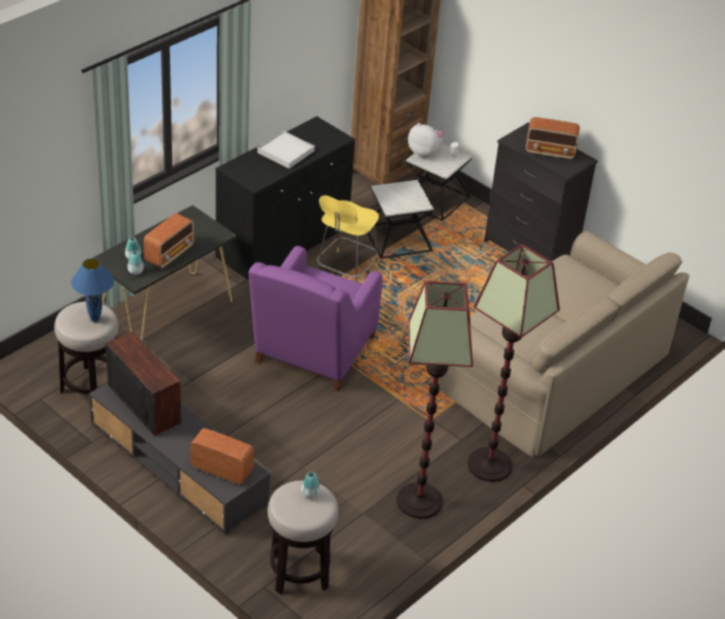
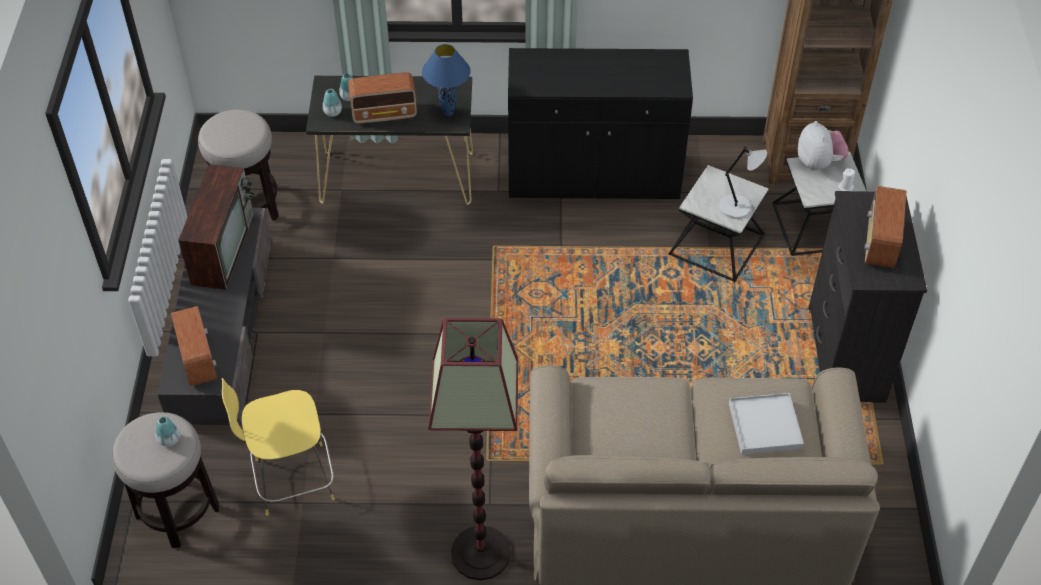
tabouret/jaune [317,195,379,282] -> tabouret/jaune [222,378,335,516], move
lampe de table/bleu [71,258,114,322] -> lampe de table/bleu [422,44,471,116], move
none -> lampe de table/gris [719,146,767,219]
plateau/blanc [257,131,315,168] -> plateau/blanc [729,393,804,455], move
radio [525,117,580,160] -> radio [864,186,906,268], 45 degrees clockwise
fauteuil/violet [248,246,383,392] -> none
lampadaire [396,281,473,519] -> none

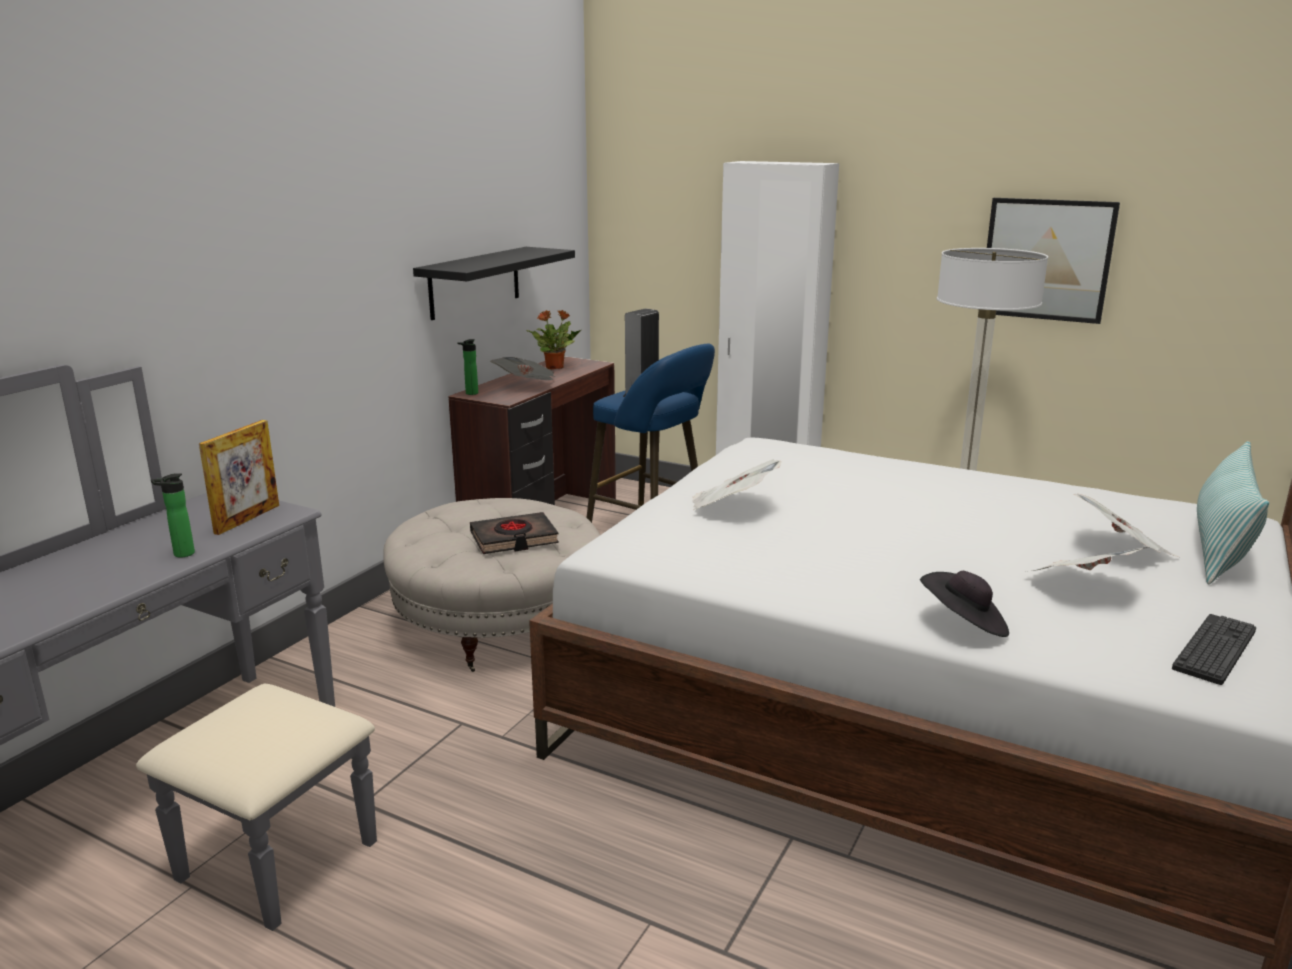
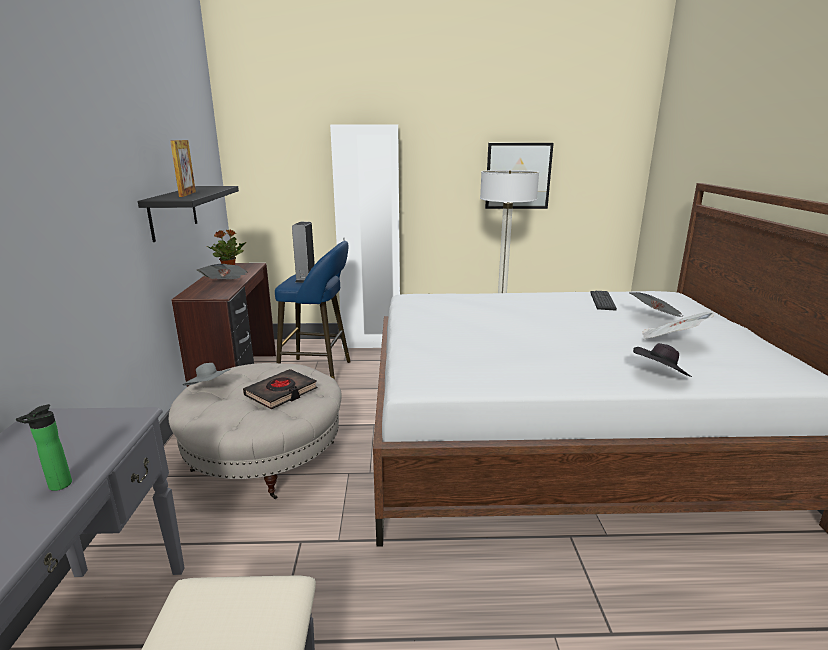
cadre photo [199,420,279,535] -> cadre photo [170,140,196,197], move
none -> chapeau/gris [182,363,231,386]
clavier [1172,614,1256,685] -> clavier [590,291,617,310], move
bouteille [457,339,478,395] -> none
journal [692,459,781,510] -> none
coussin [1197,441,1269,585] -> none

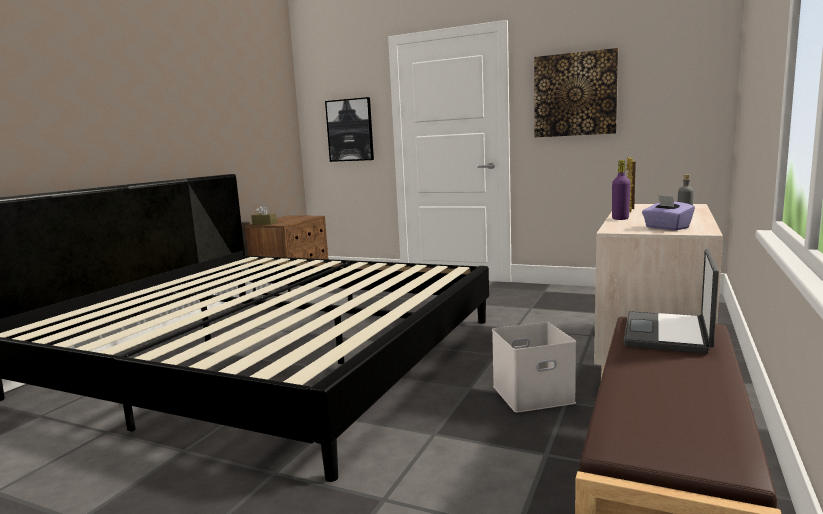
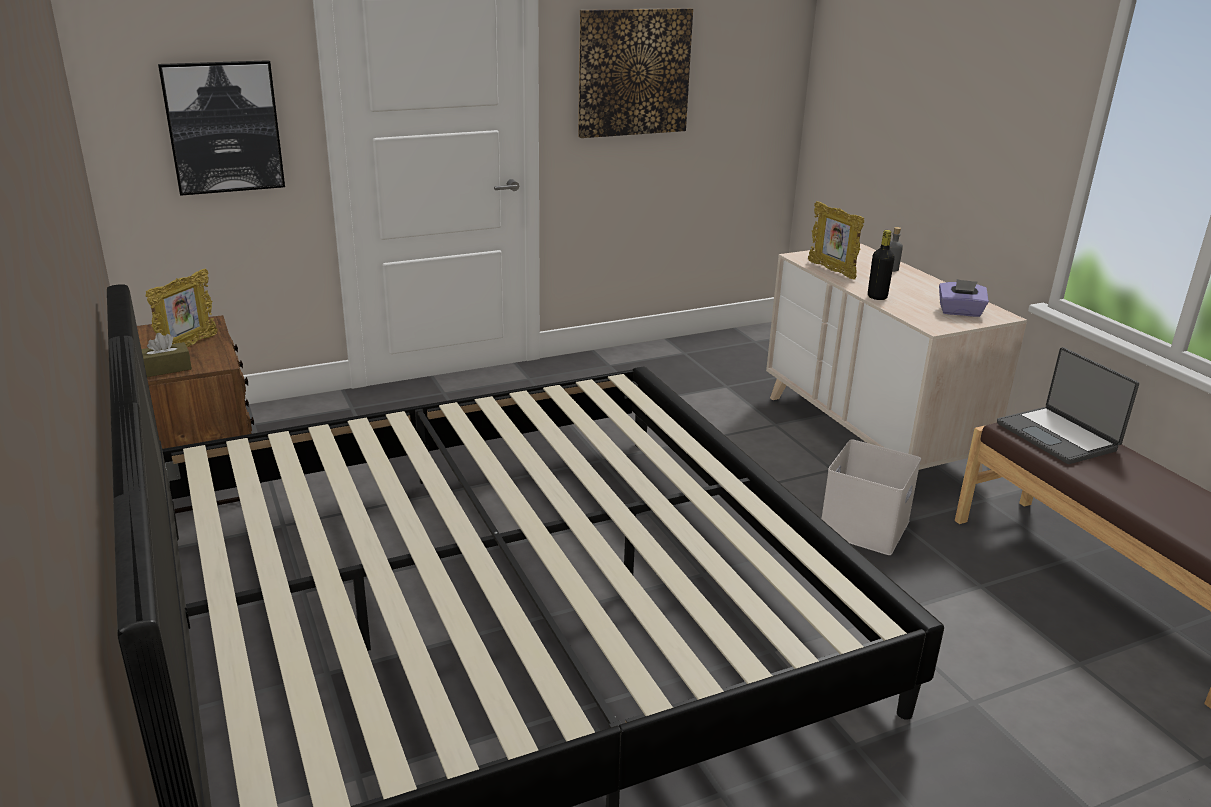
none -> cadre photo [146,269,217,347]
bouteille/violet [612,160,631,220] -> bouteille/noir [868,230,895,300]

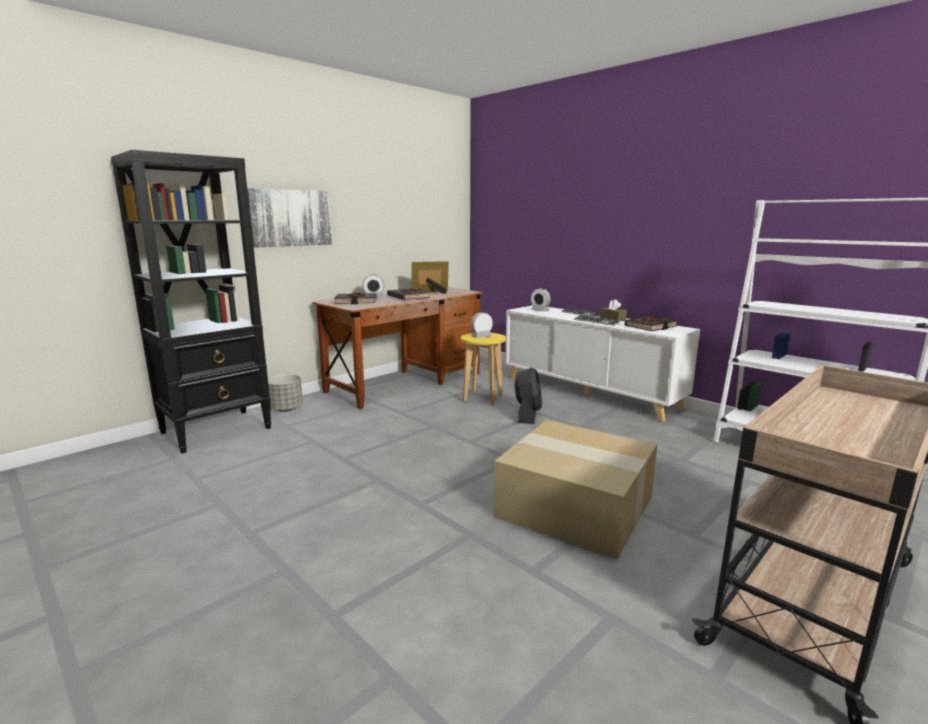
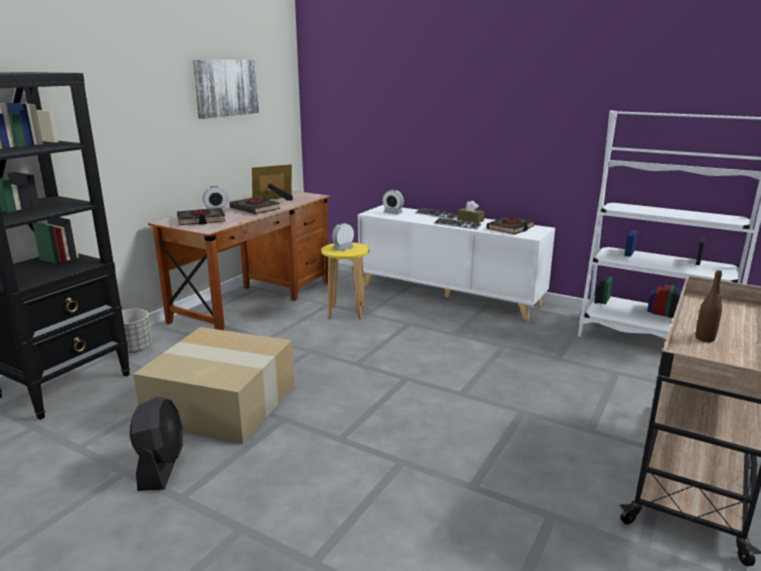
ventilateur/noir [515,367,542,424] -> ventilateur/noir [130,397,183,491], move
carton [493,420,657,559] -> carton [133,327,295,444], move
tableau [247,188,332,248] -> tableau [193,60,259,119], move
none -> bouteille/marron [696,270,722,342]

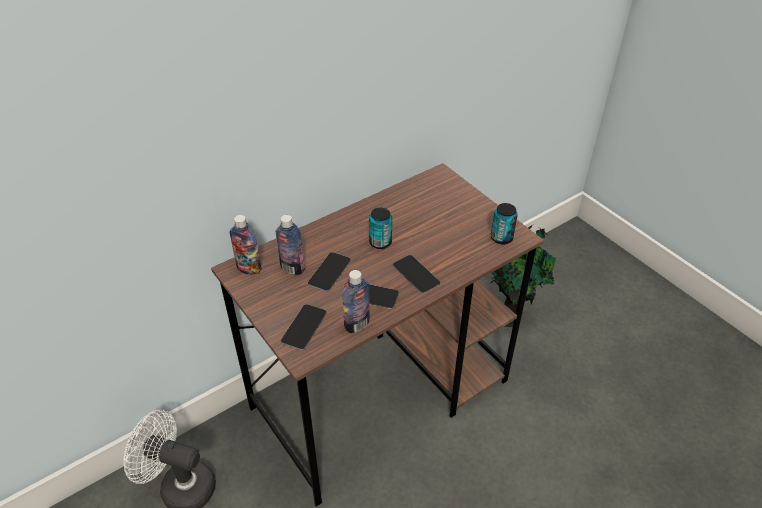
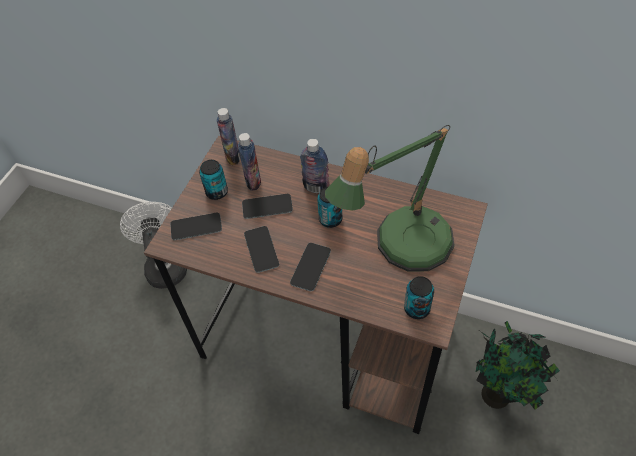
none -> boîte métallique [199,160,228,200]
bouteille [343,270,370,333] -> bouteille [300,139,329,193], move
none -> lampe de table [325,125,454,272]

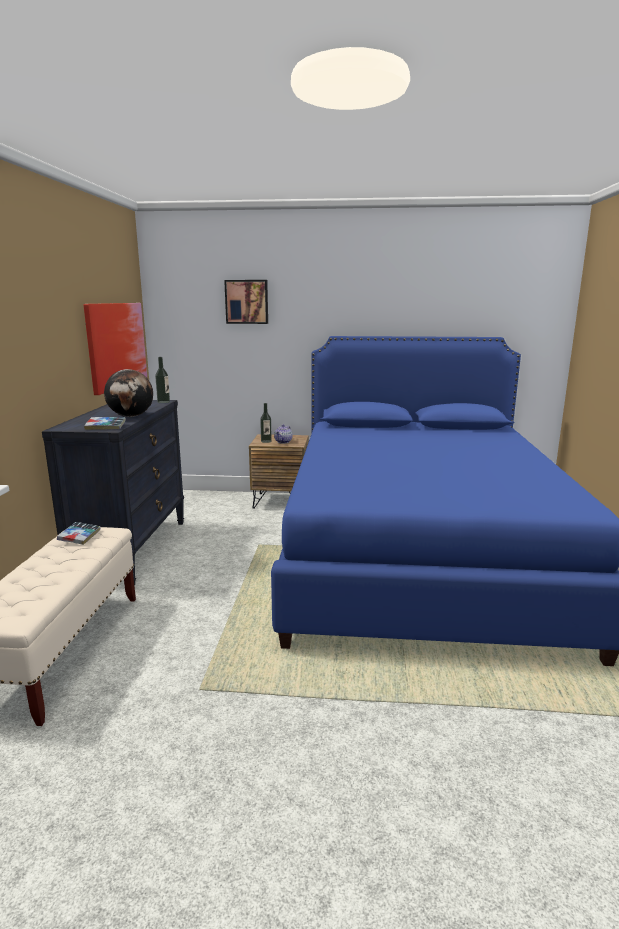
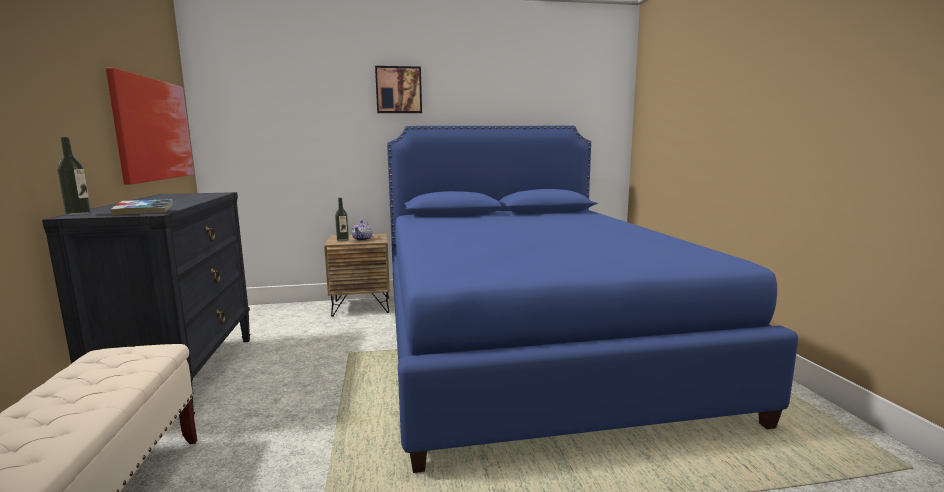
bouteille [155,357,170,403] -> bouteille [57,137,91,216], move
tableau [224,280,268,324] -> tableau [375,66,422,113], move
livre [57,522,101,545] -> none
globe [104,369,153,417] -> none

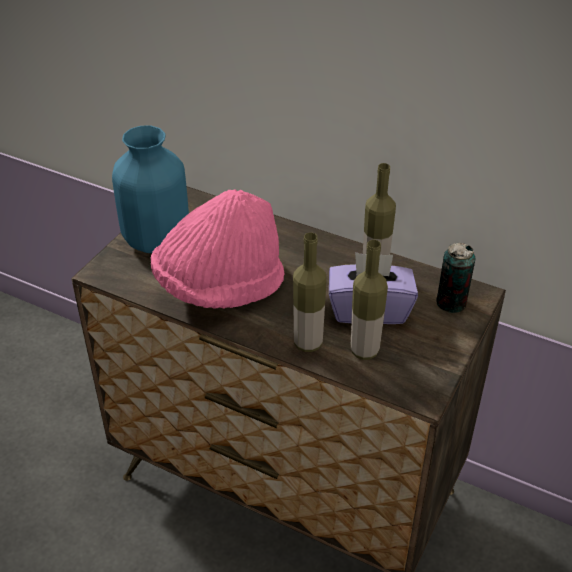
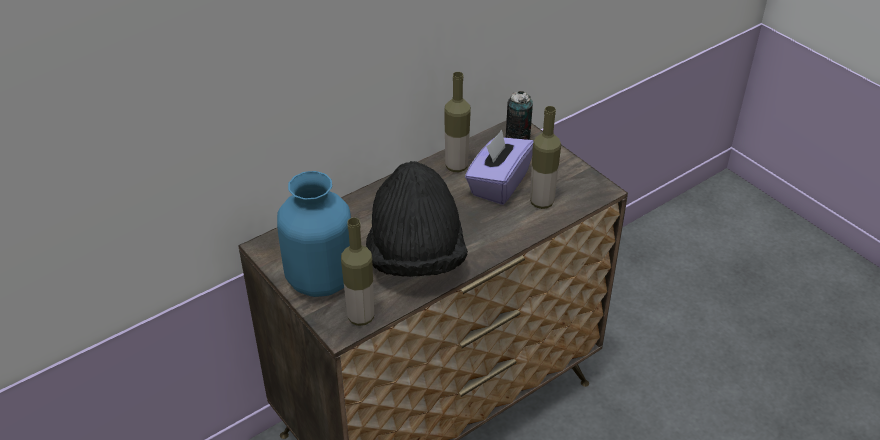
bouteille [293,233,327,352] -> bouteille [341,217,374,326], move
chapeau/rose [151,190,285,309] -> chapeau/noir [366,161,468,277]

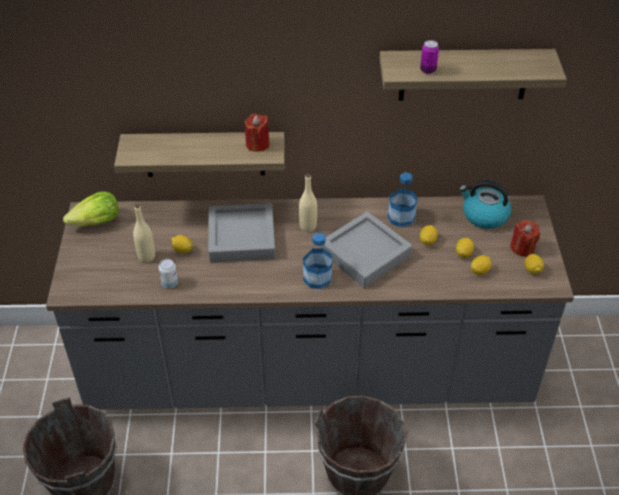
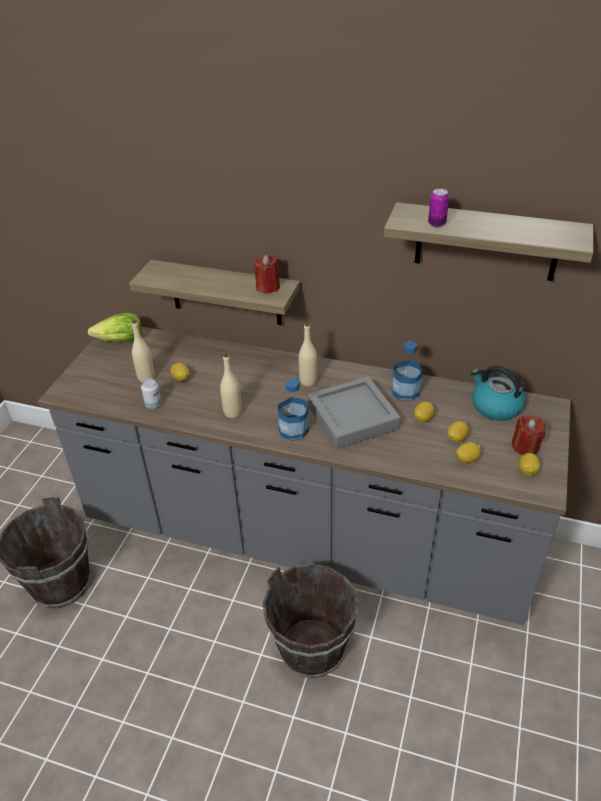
none -> bouteille/beige [220,353,242,418]
plateau/gris [208,203,276,262] -> none

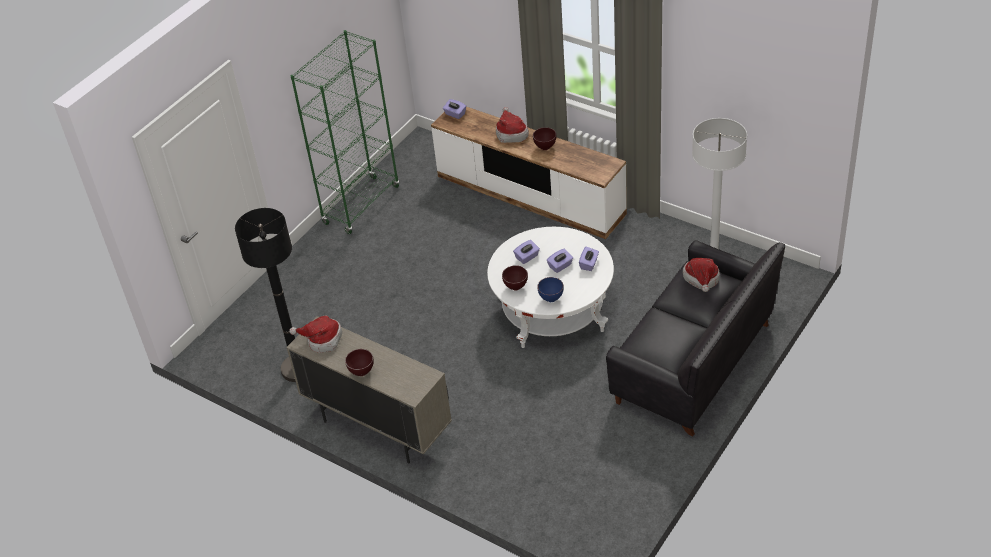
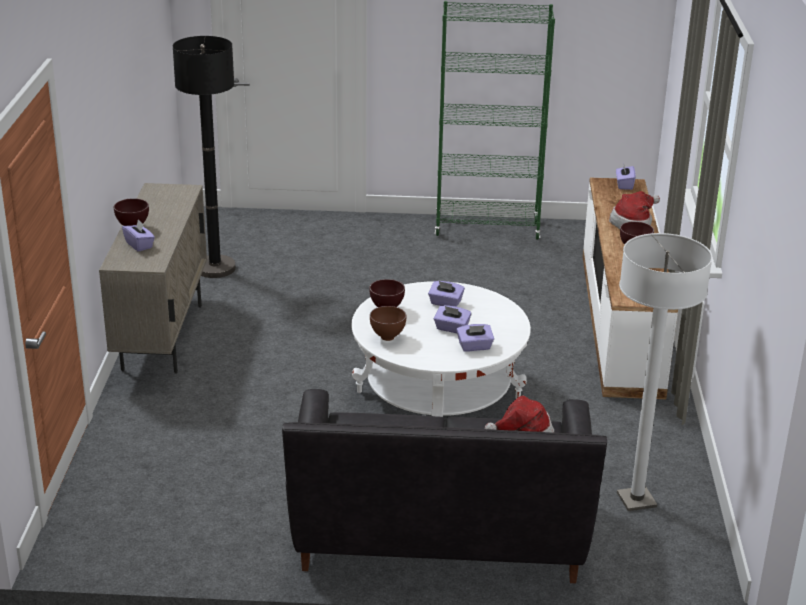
none -> boîte à mouchoirs/violet [122,219,155,252]
bol/bleu [537,277,564,302] -> bol/marron [370,306,406,341]
chapeau [289,316,342,353] -> none

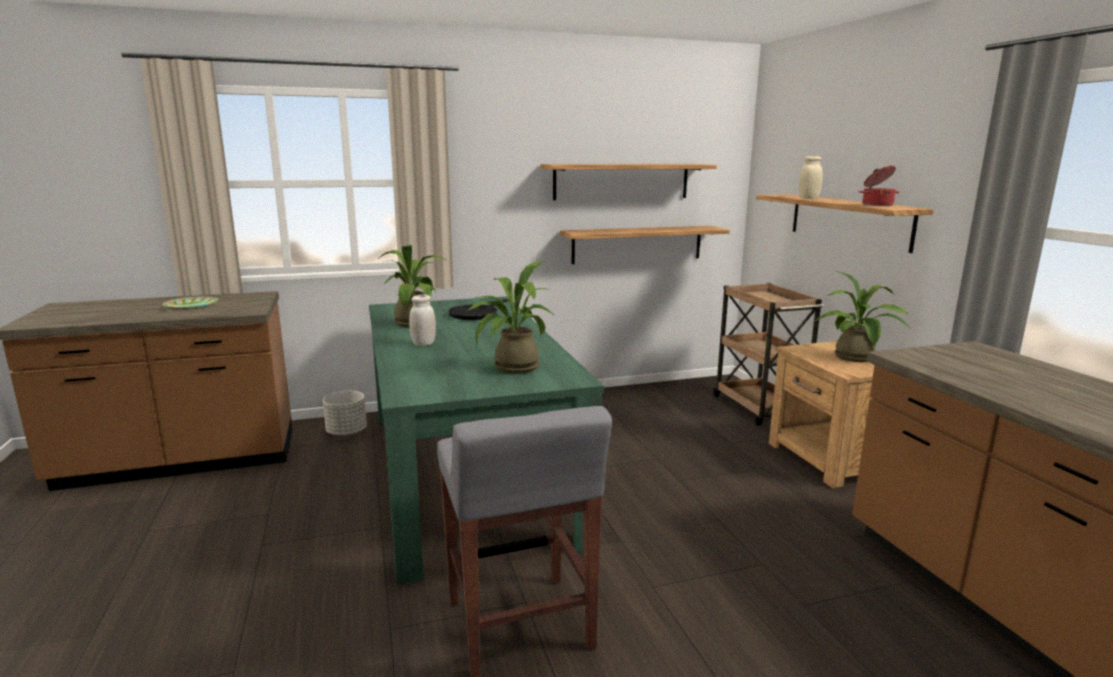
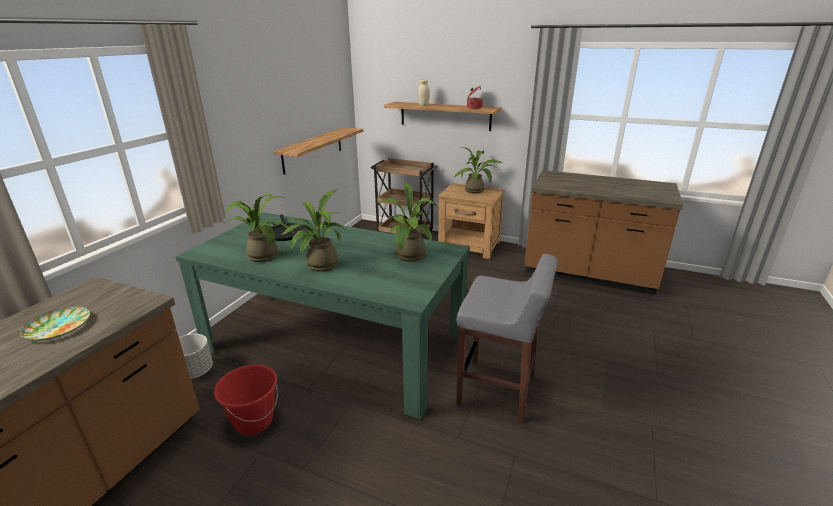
none -> seau/rouge [214,365,278,435]
bocal/blanc [409,294,436,346] -> plante en pot [282,190,345,272]
étagère [540,164,717,200] -> none

